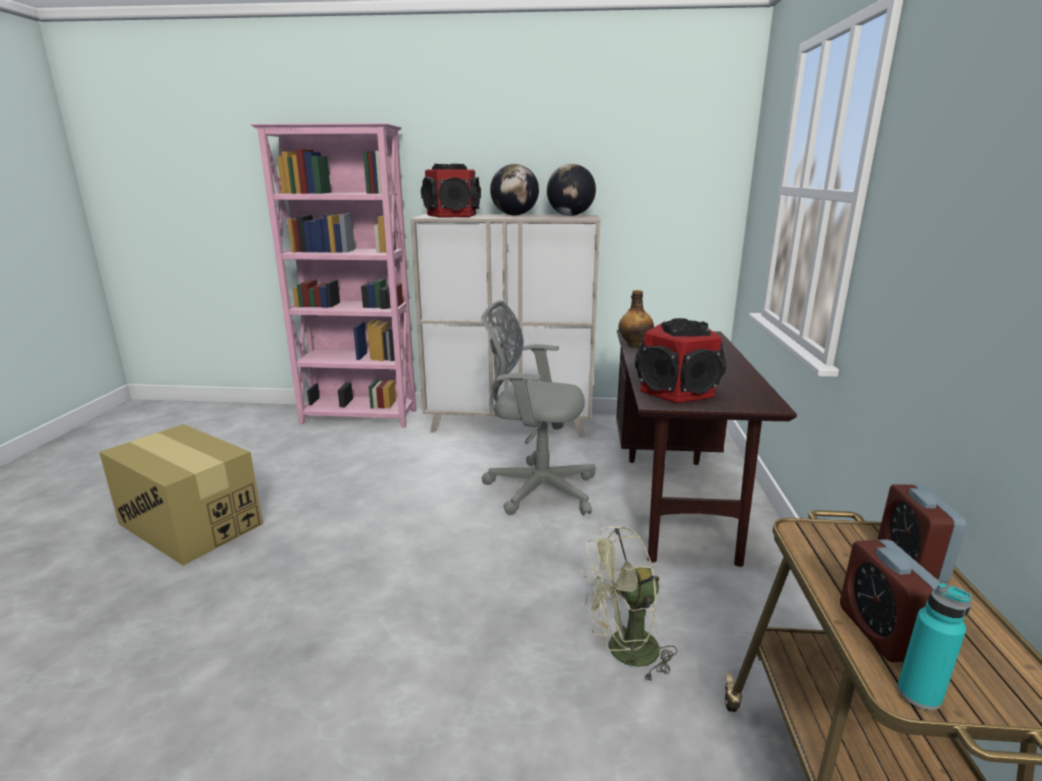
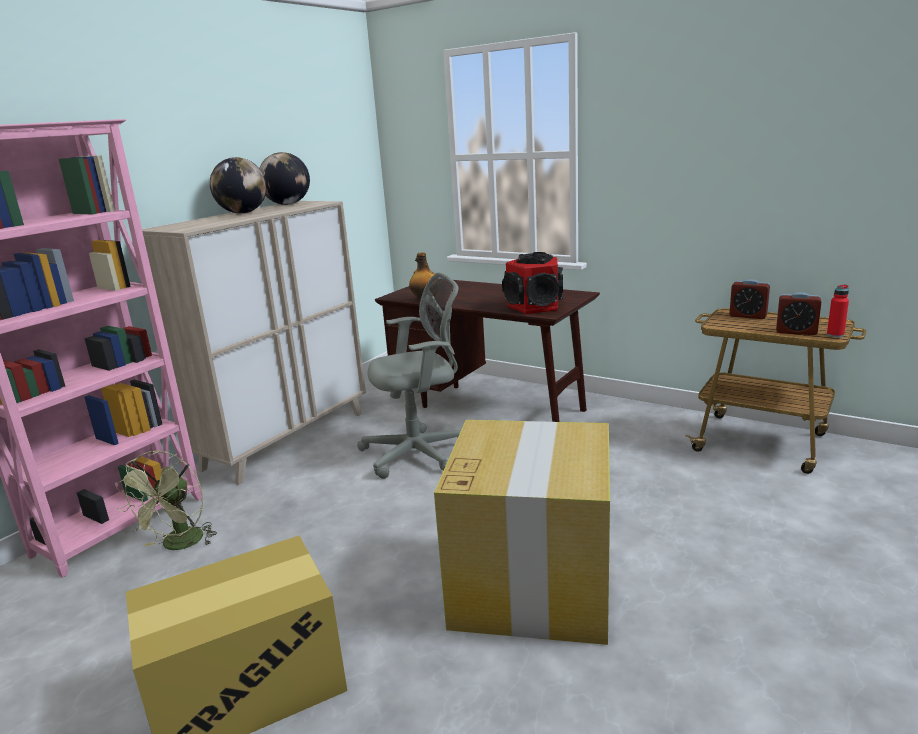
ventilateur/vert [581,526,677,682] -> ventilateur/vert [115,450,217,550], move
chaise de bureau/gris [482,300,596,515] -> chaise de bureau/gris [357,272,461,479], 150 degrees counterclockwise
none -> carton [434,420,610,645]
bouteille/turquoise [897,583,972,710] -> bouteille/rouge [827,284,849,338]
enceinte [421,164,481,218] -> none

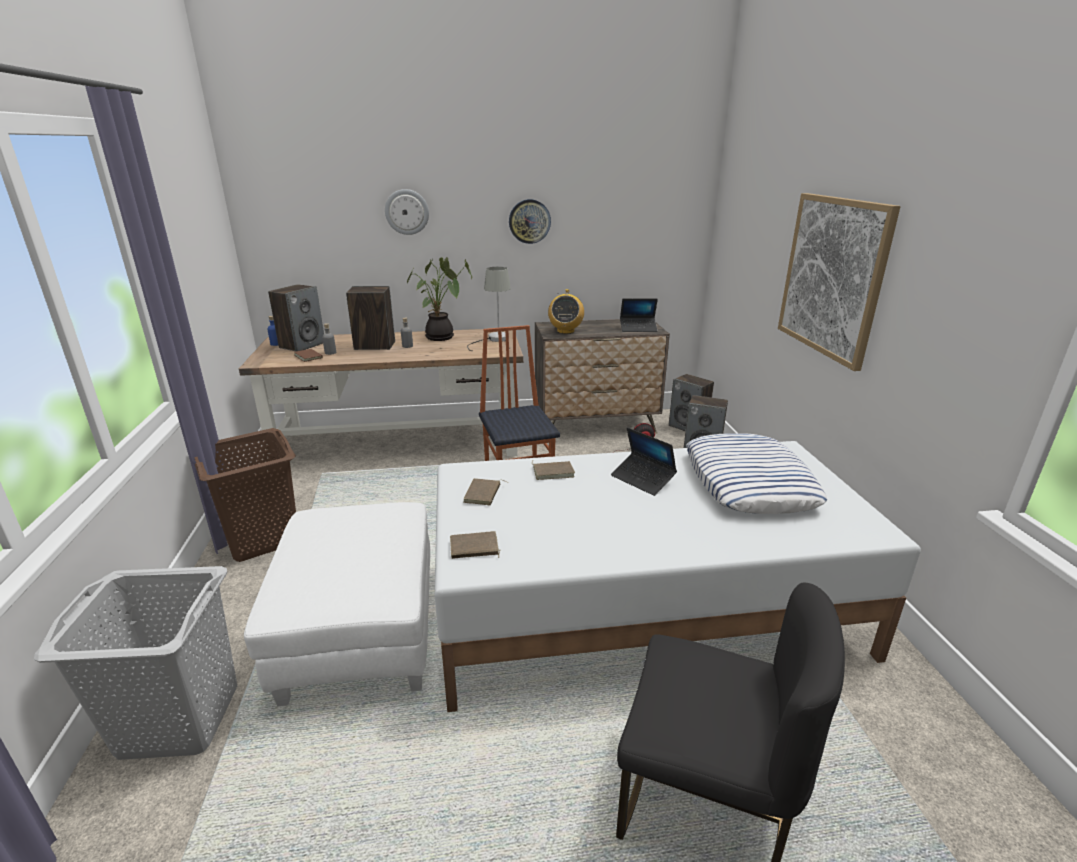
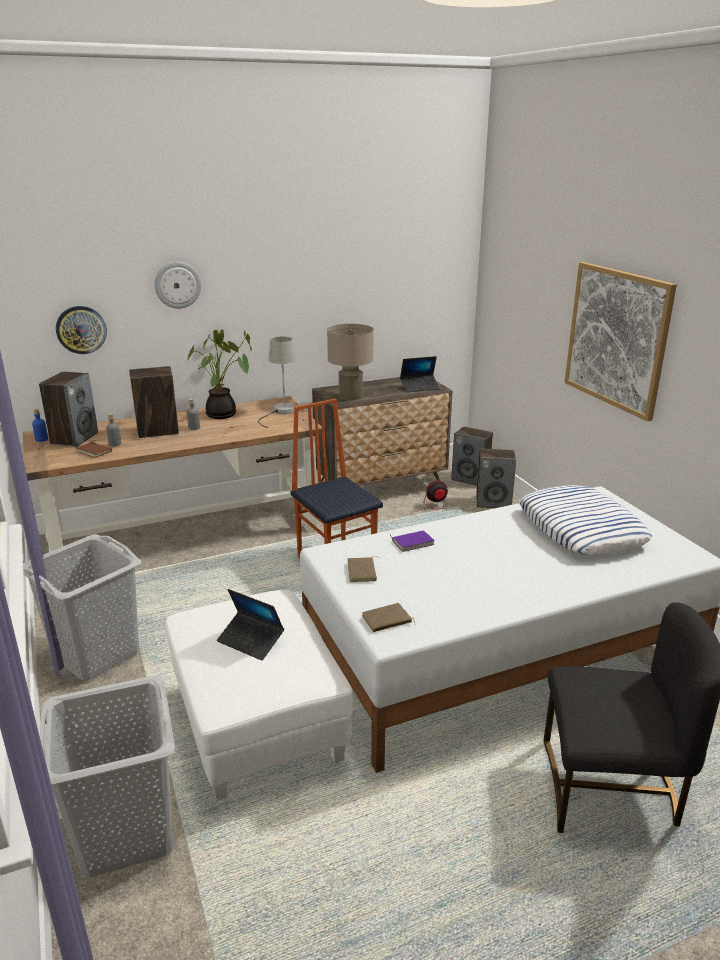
panier à linge/marron [194,428,296,562] -> panier à linge/gris [23,534,142,681]
horloge murale [509,199,551,244] -> horloge murale [56,306,107,354], move
ordinateur portable [611,427,677,496] -> ordinateur portable [217,589,284,661], move
radio [548,289,584,334] -> lampe de table/beige [327,324,374,401]
livre/marron [532,461,575,480] -> livre/violet [390,530,435,552]

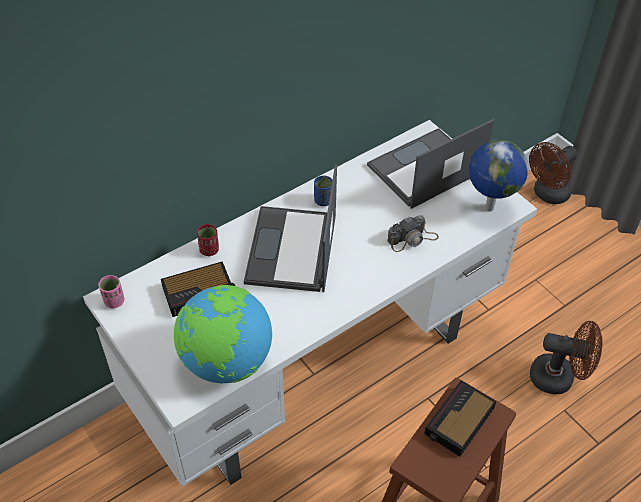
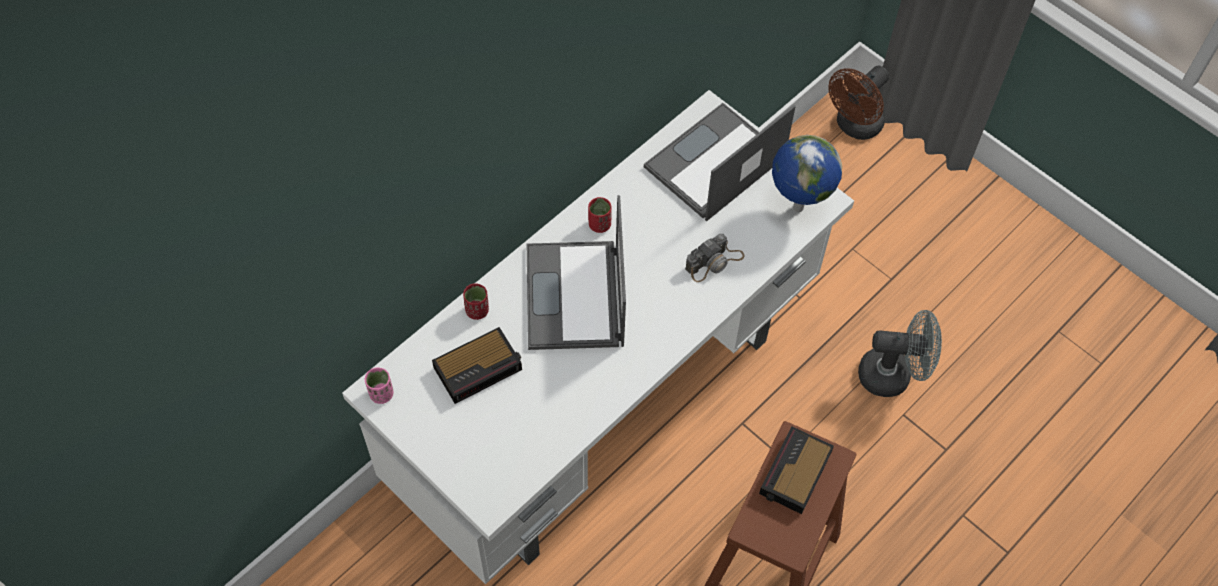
tasse/bleu [314,176,332,206] -> tasse/rouge [588,197,611,233]
ventilateur/marron [530,321,602,394] -> ventilateur/gris [858,310,942,397]
globe [174,285,272,383] -> none

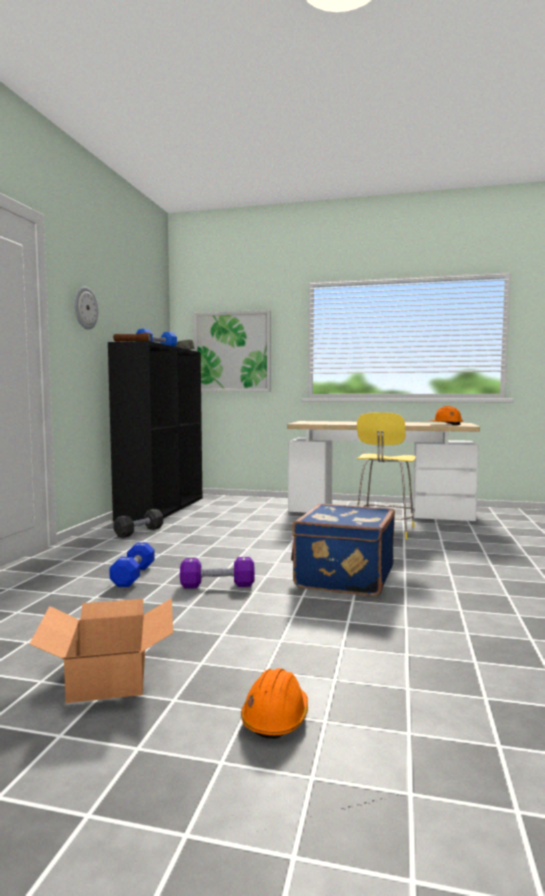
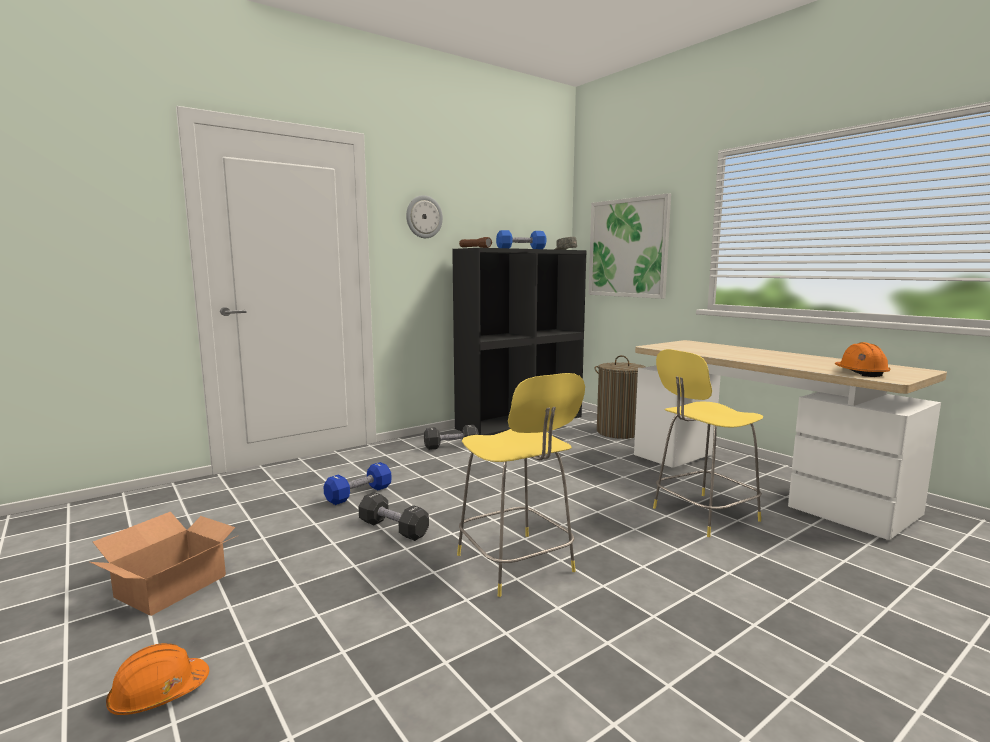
haltère/violet [180,557,255,589] -> haltère/noir [358,492,429,541]
valise/bleu [291,503,395,597] -> tabouret/jaune [457,373,585,597]
none -> panier à linge [595,355,646,439]

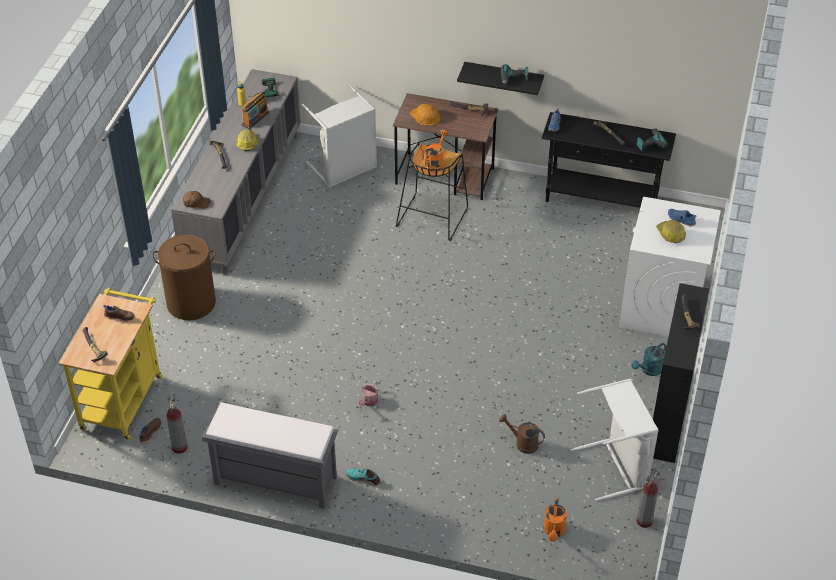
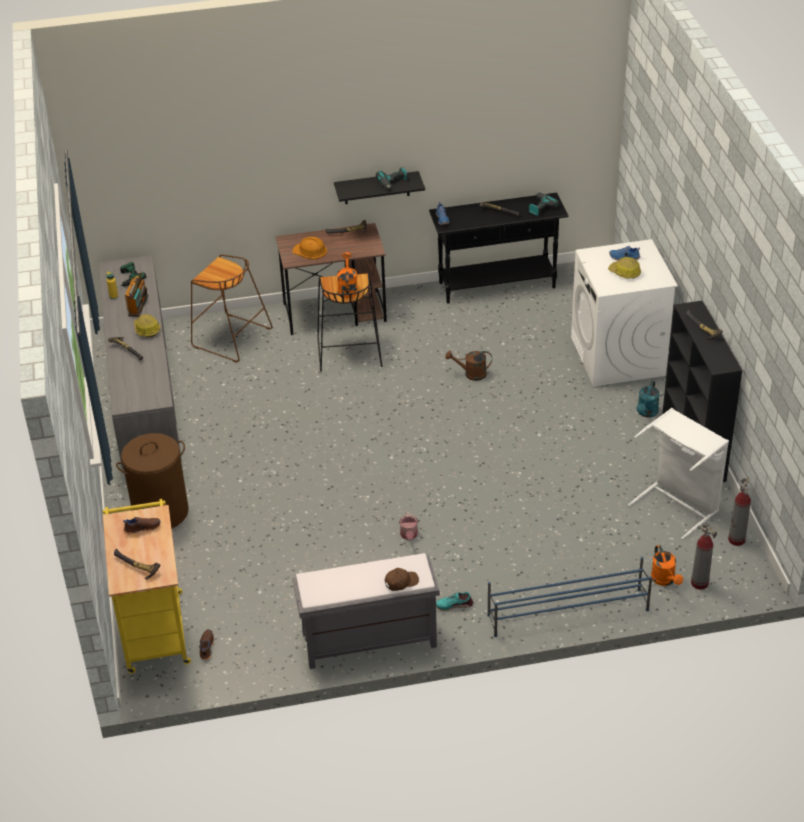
panier à linge/gris [302,85,377,188] -> tabouret/marron [191,254,273,362]
casquette/marron [183,191,211,209] -> casquette/marron [385,568,419,591], move
arrosoir/marron [499,414,545,454] -> arrosoir/marron [445,351,492,381], move
none -> étagère à chaussures/bleu [487,557,652,637]
extincteur [167,397,188,454] -> extincteur [691,523,717,590], move

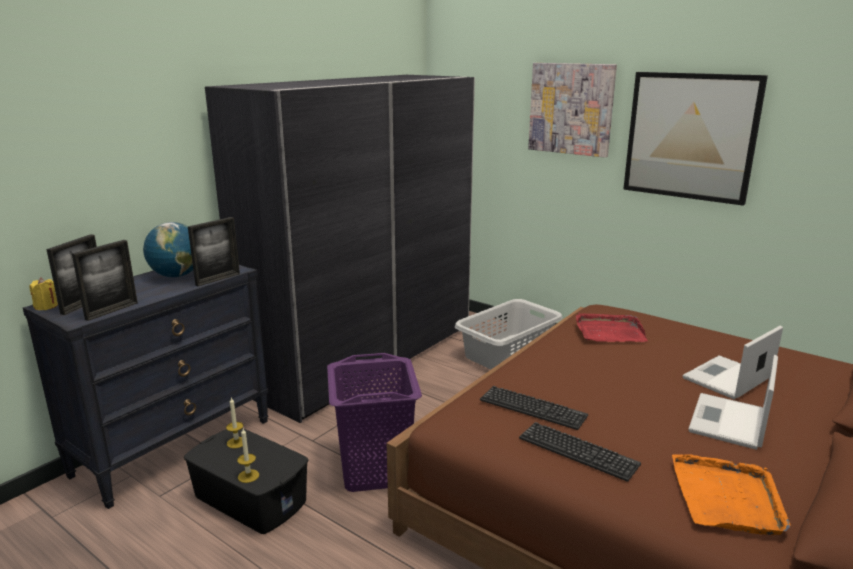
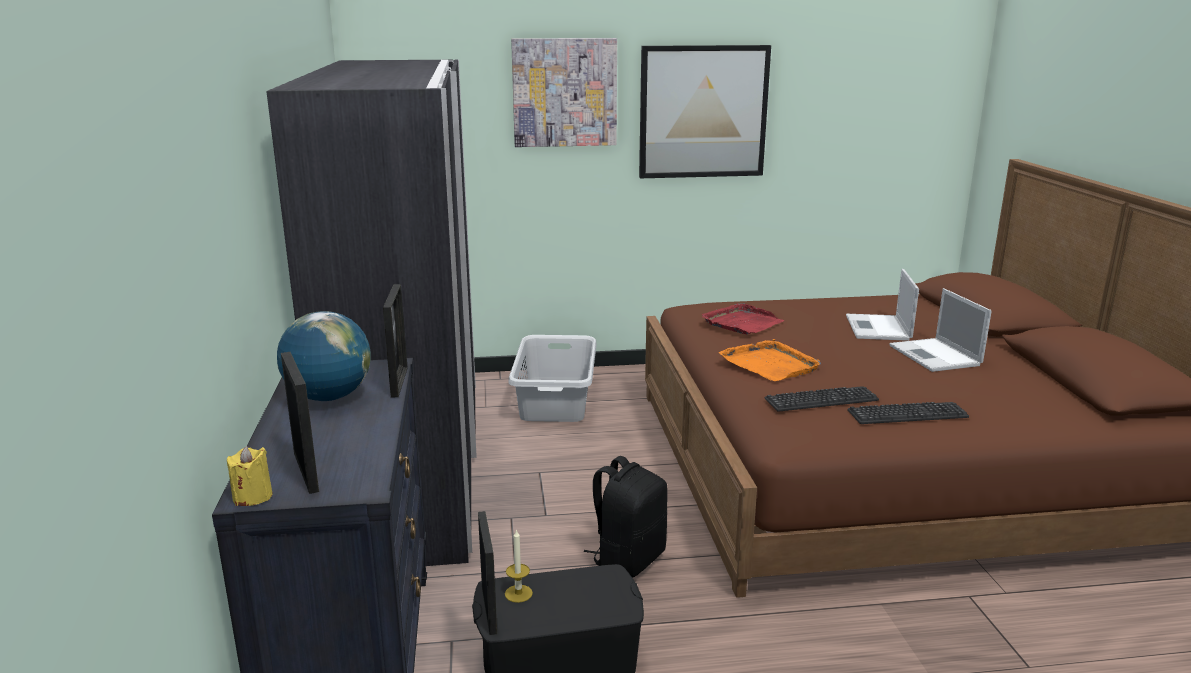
cadre photo [72,240,138,321] -> cadre photo [478,511,497,635], move
panier à linge/violet [327,353,422,492] -> sac à dos/noir [584,456,668,578]
plateau/orange [672,454,791,535] -> plateau/orange [719,339,821,381], move
bougie [237,428,259,483] -> none

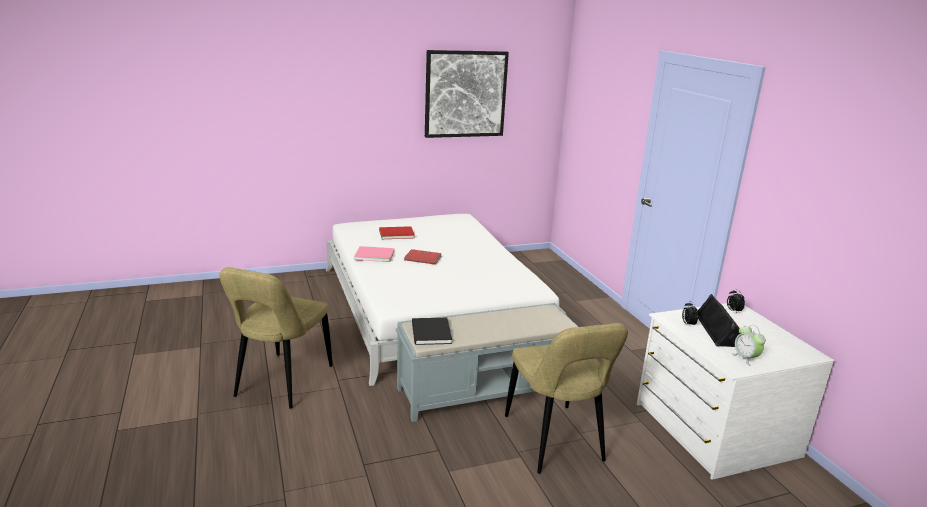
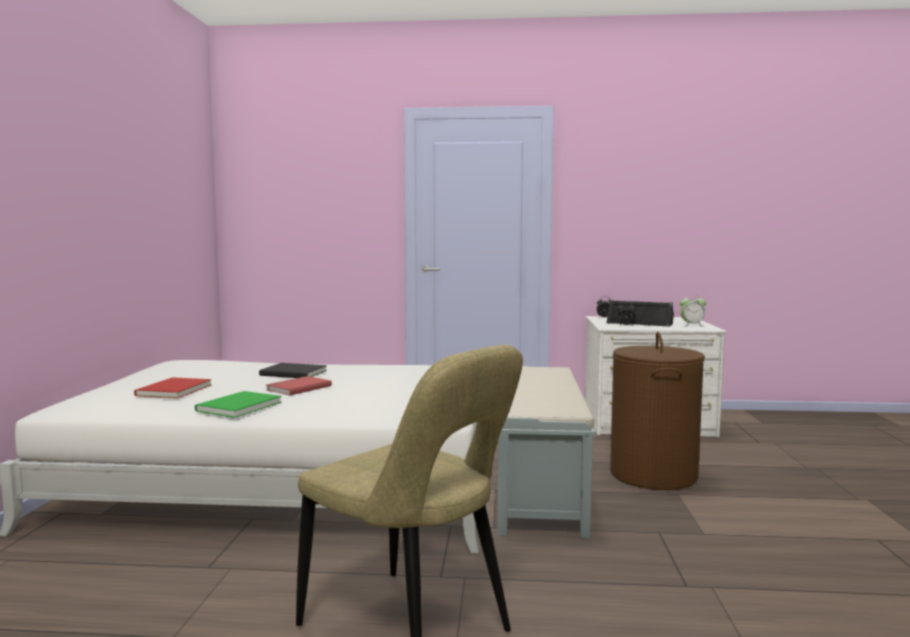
livre/rose [354,246,394,262] -> livre/vert [195,391,282,418]
livre/noir [412,318,452,345] -> livre/noir [259,363,327,378], move
chaise/beige [505,323,628,474] -> panier à linge/marron [610,332,705,490]
tableau [425,50,509,138] -> none

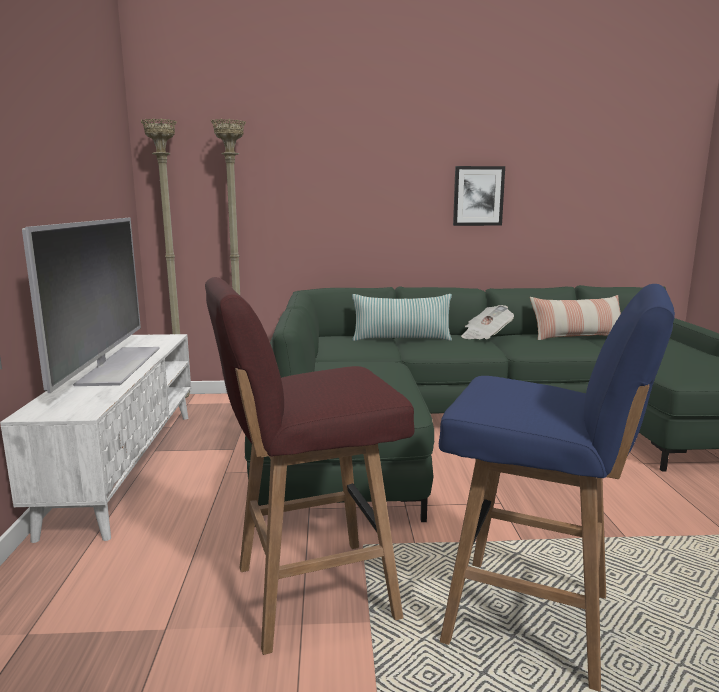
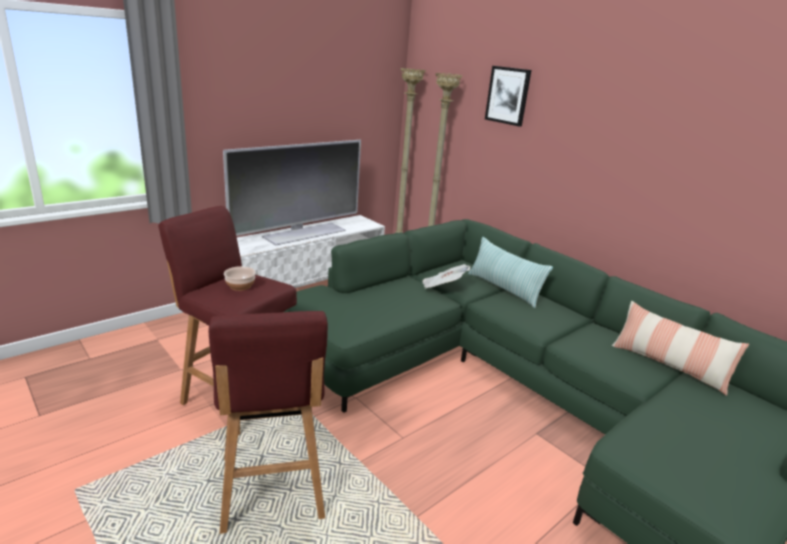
tabouret/bleu [439,284,675,692] -> tabouret/rouge [209,311,328,534]
none -> bol [224,266,256,291]
journal [461,305,514,339] -> journal [422,264,470,289], move
tableau [453,166,505,226] -> tableau [485,66,531,127], move

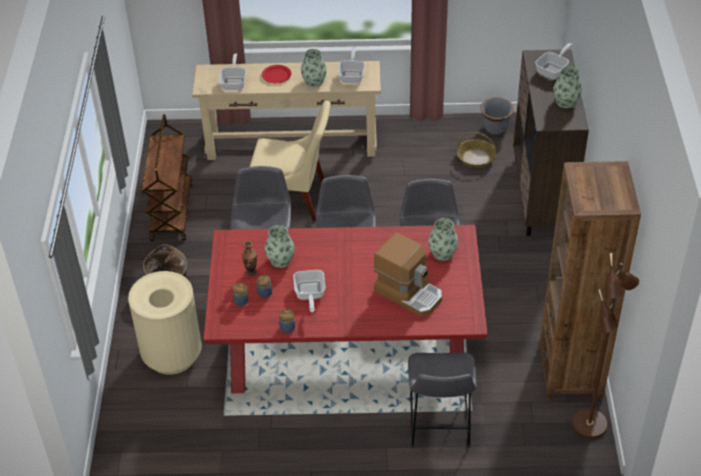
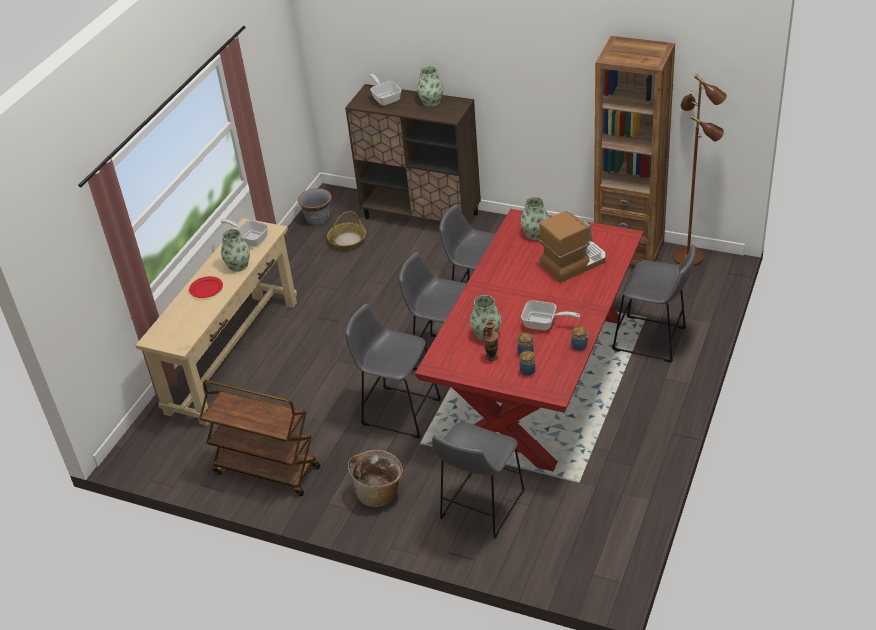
poubelle/beige [128,271,202,375] -> tabouret/gris [432,422,525,539]
poêle [219,53,246,90] -> none
chaise/beige [249,101,331,221] -> none

